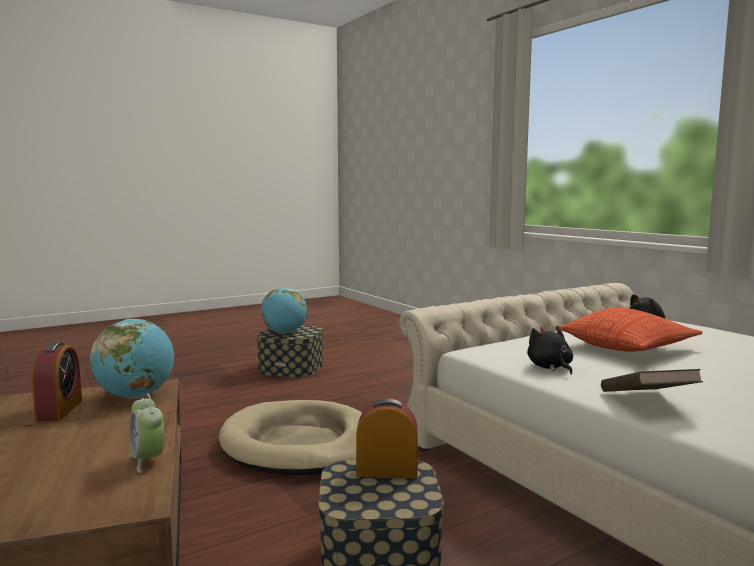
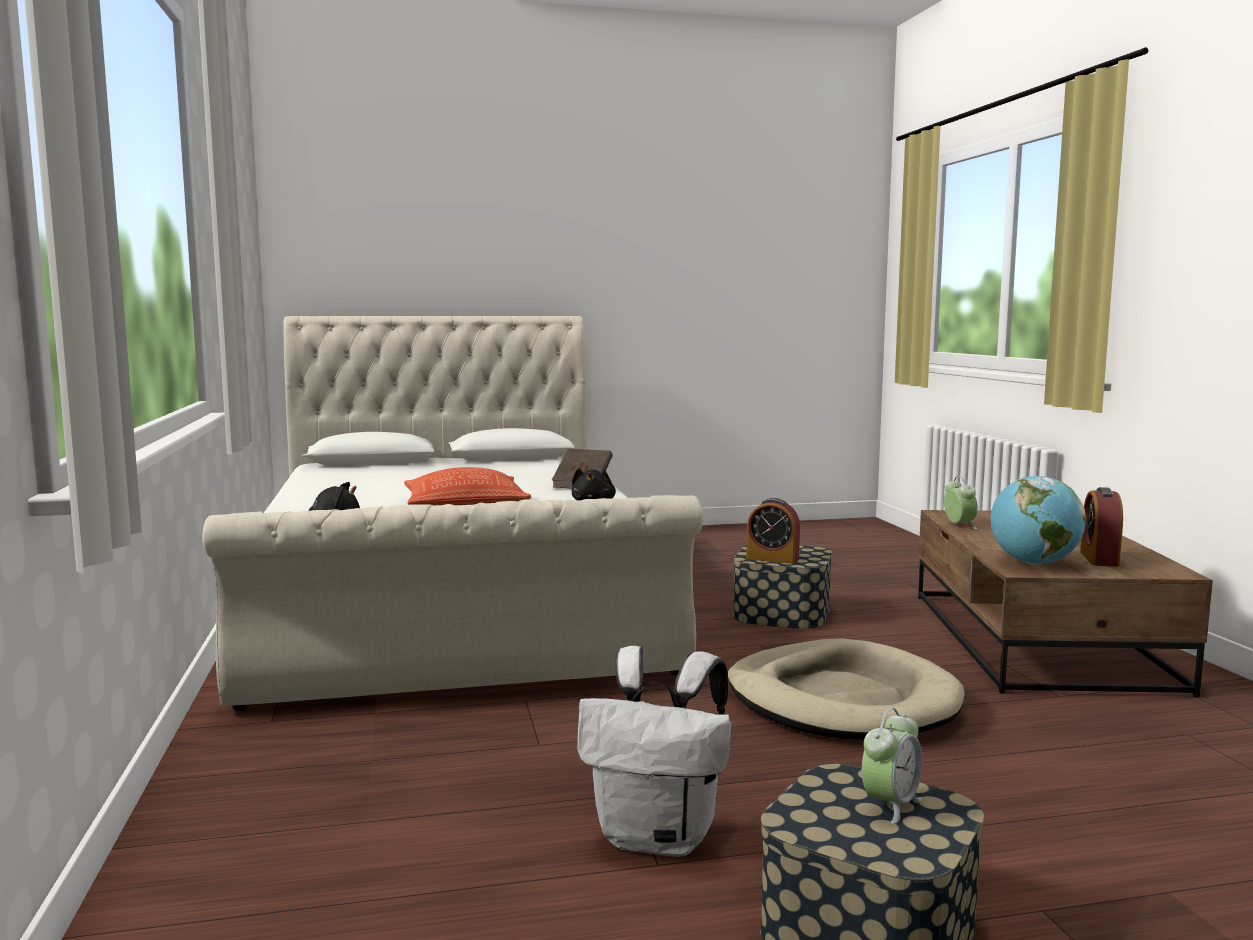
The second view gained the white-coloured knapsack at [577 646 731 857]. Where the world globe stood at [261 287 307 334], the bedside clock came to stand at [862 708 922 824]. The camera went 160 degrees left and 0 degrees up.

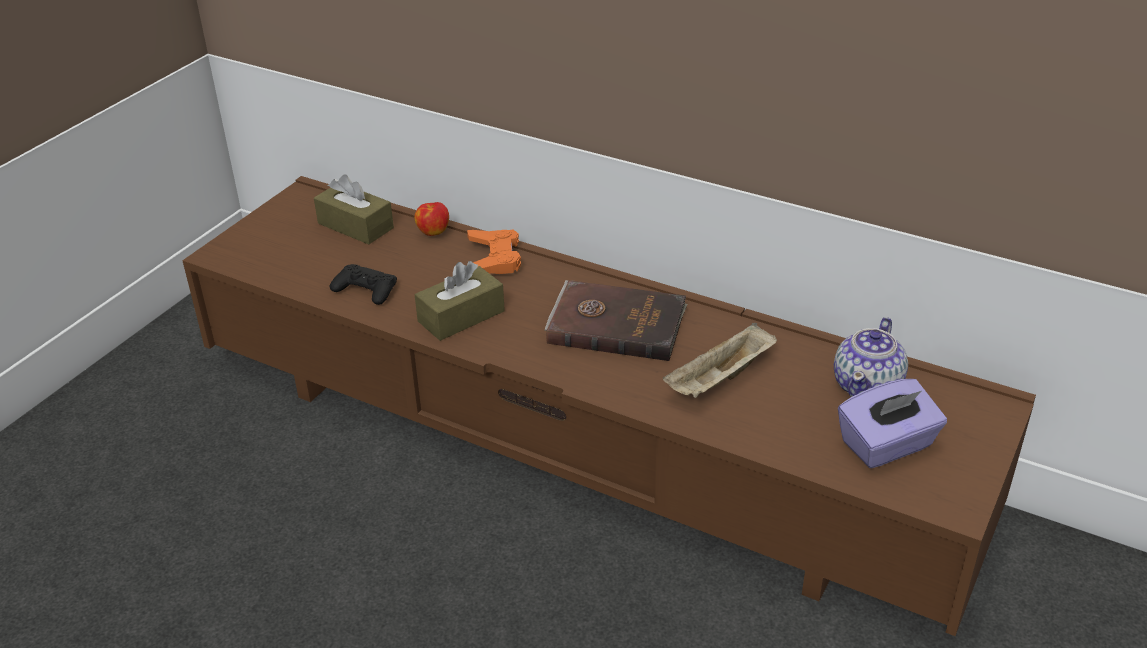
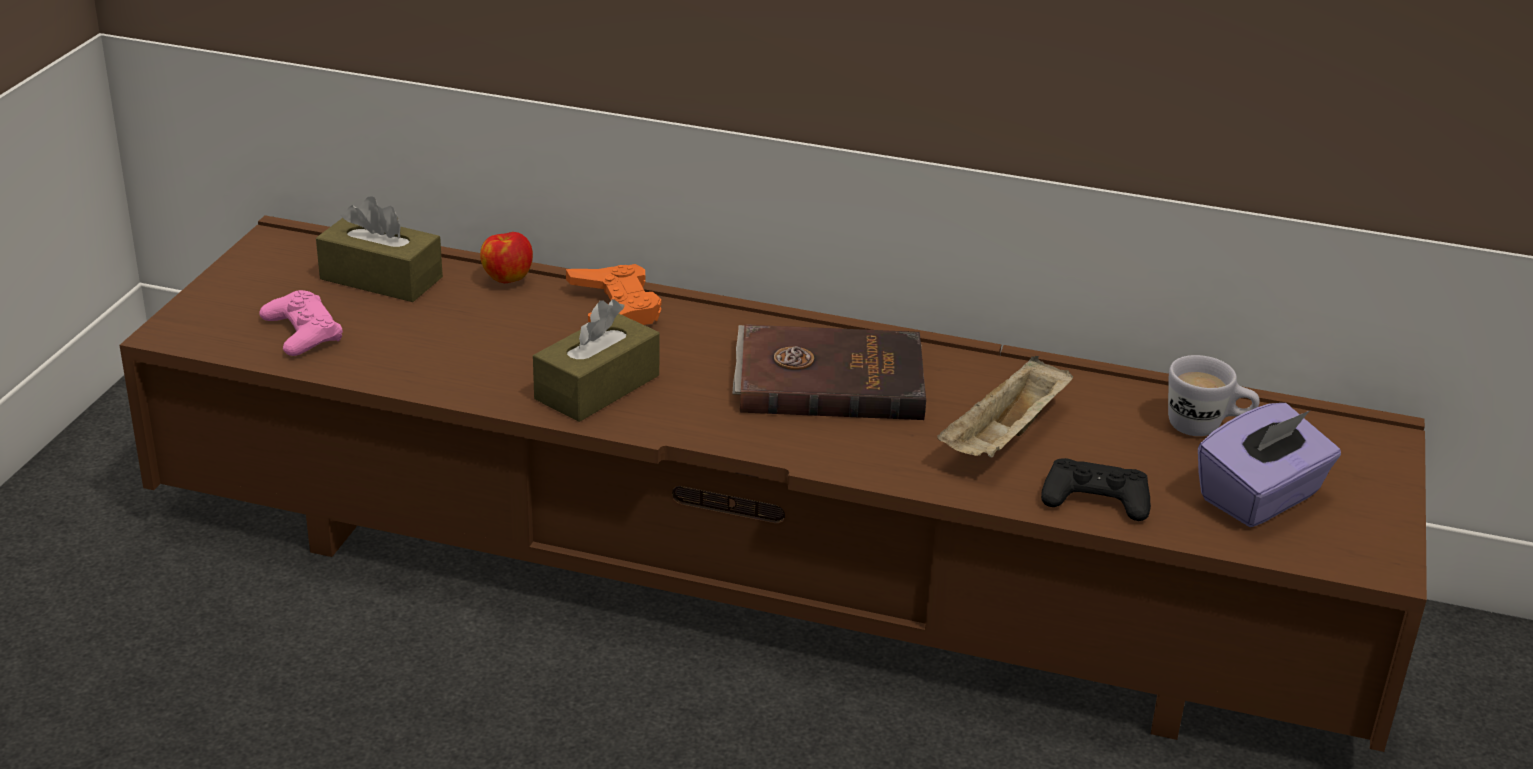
The second view gained the pinkish game controller at [259 290 343 356]. The blackish game controller ended up elsewhere, having gone from [330 264 397 305] to [1041 458 1151 521]. Where the pot for tea stood at [834 317 908 397], the white-coloured tea mug came to stand at [1168 355 1260 436]. The camera went 15 degrees left and 5 degrees down.

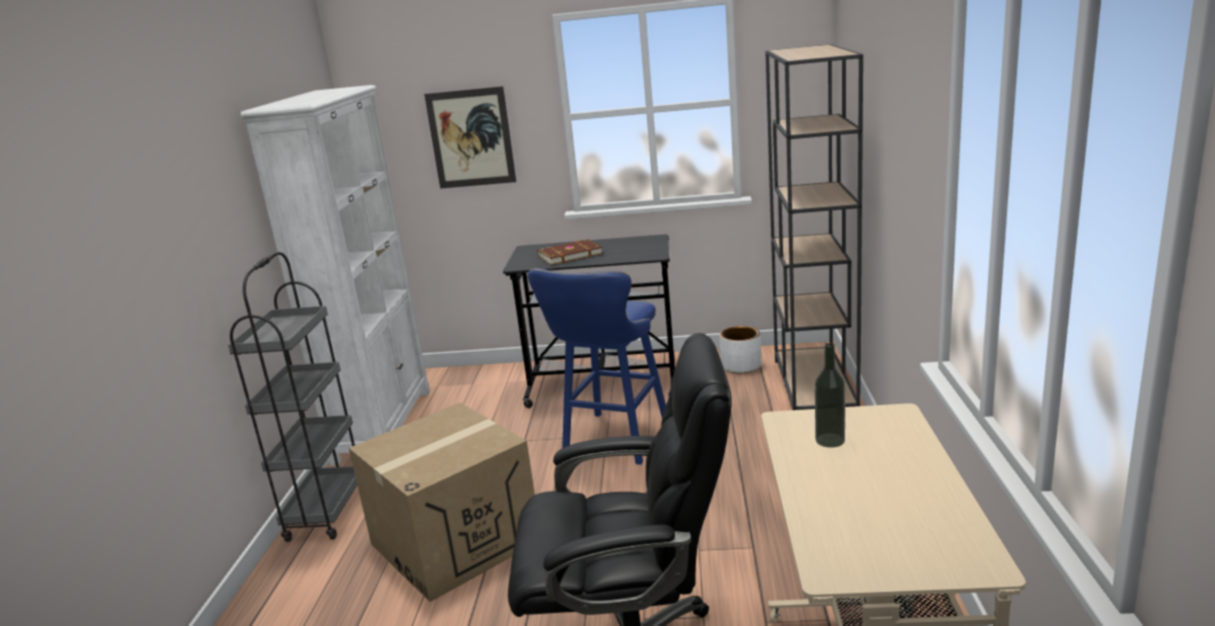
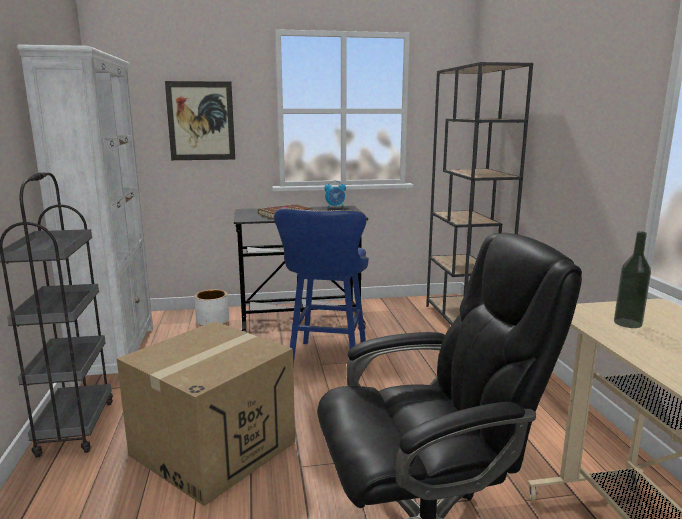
The second view gained the bedside clock at [324 181 346 207]. The white-coloured planter ended up elsewhere, having gone from [719 326 762 373] to [194 289 229 326]. The camera went 15 degrees left and 5 degrees down.

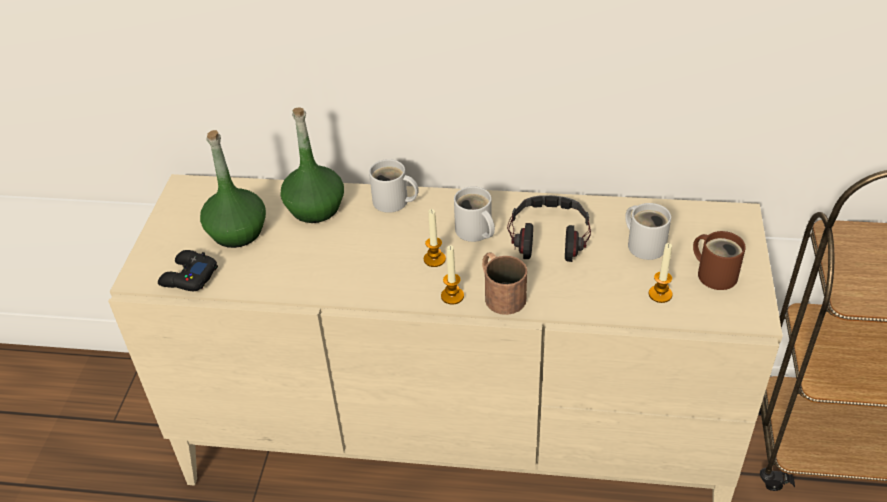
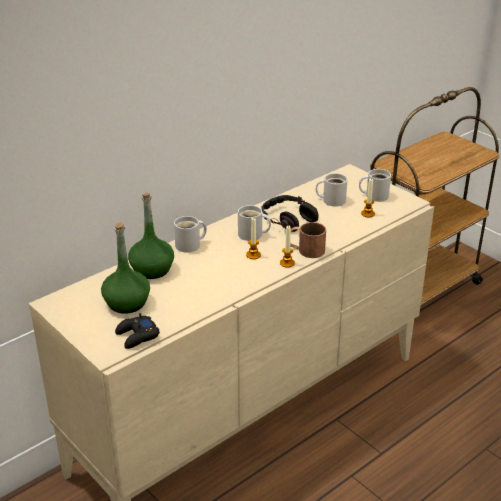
What was the brownish tea mug at [693 231 746 290] turned into the white-coloured tea mug at [359 169 391 202]. The camera went 50 degrees left and 10 degrees down.

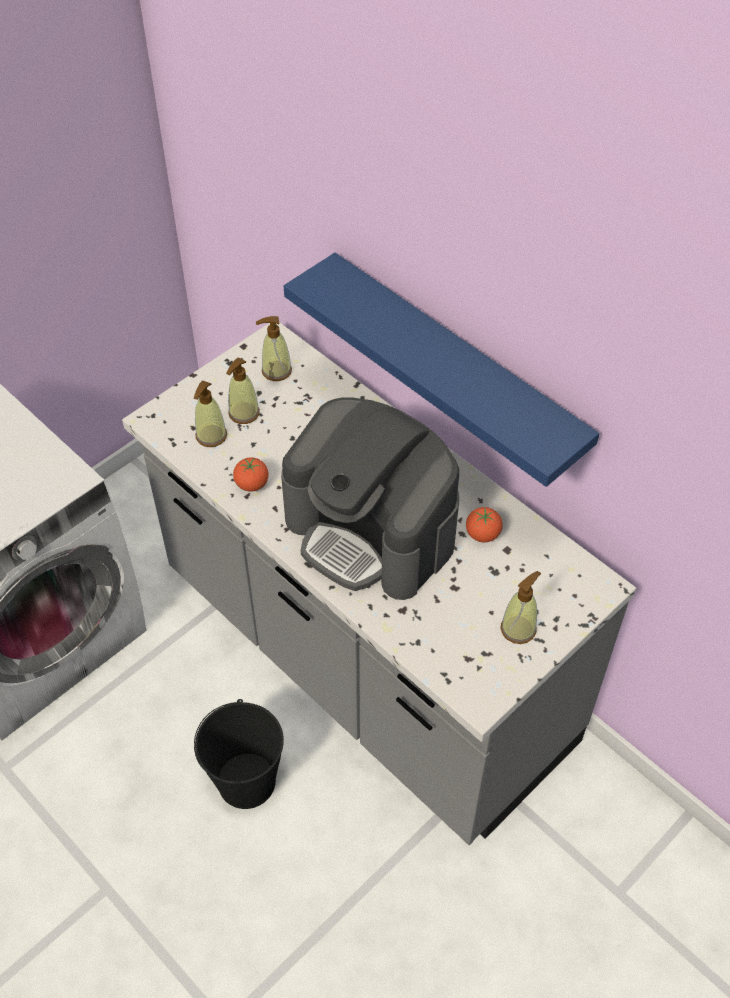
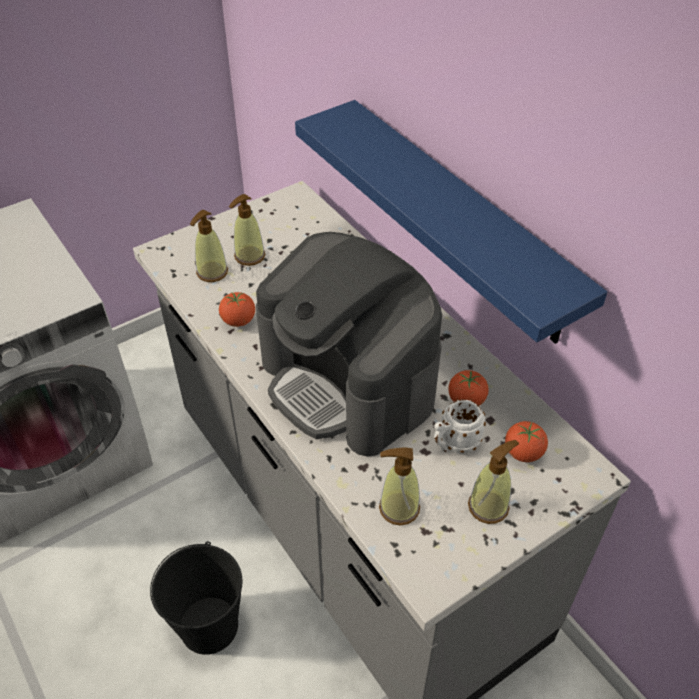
The second view gained the white-coloured tea mug at [434 400 486 454]. The second view gained the whole tomato at [505 421 548 462]. The soap bottle ended up elsewhere, having gone from [256 316 292 381] to [379 448 420 526]. The camera went 10 degrees right and 5 degrees down.

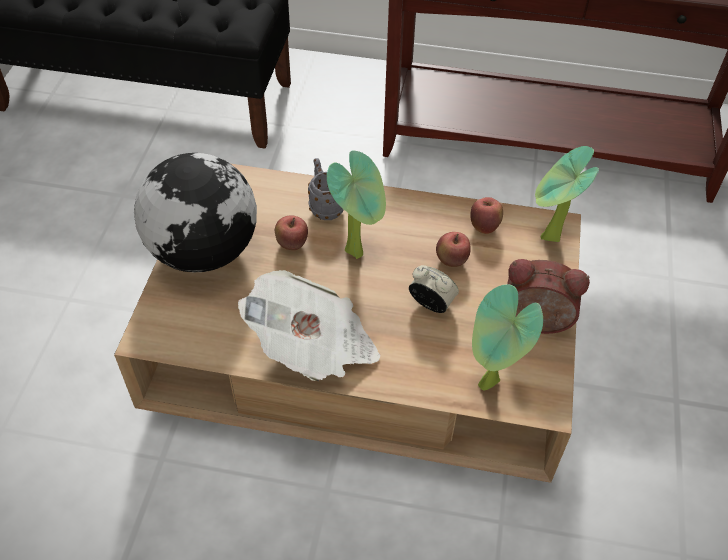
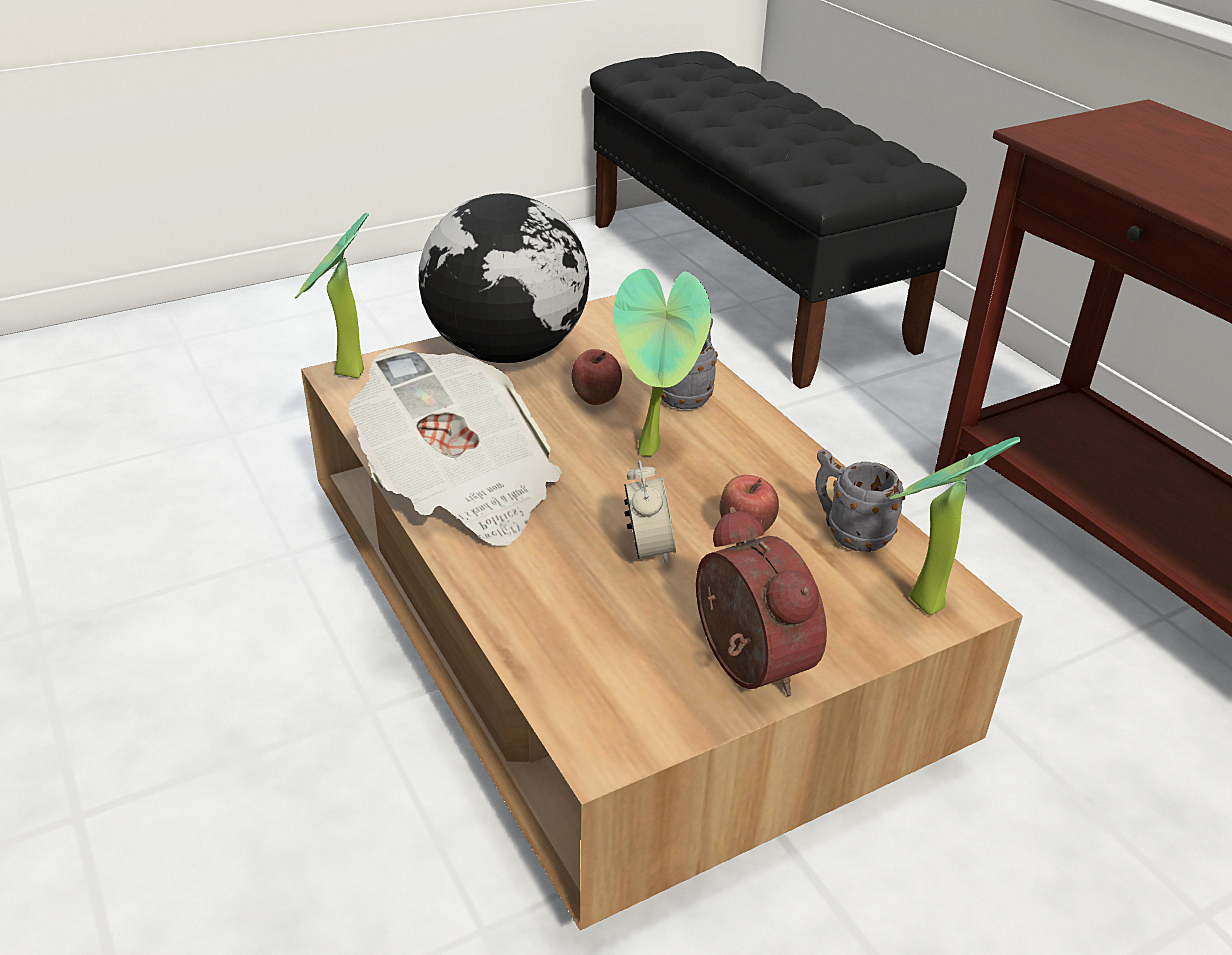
The potted plant ended up elsewhere, having gone from [472 285 543 391] to [295 213 369 378]. Where the whole apple stood at [470 197 503 234], the gray tea mug came to stand at [815 449 905 552]. The camera went 50 degrees right and 15 degrees down.

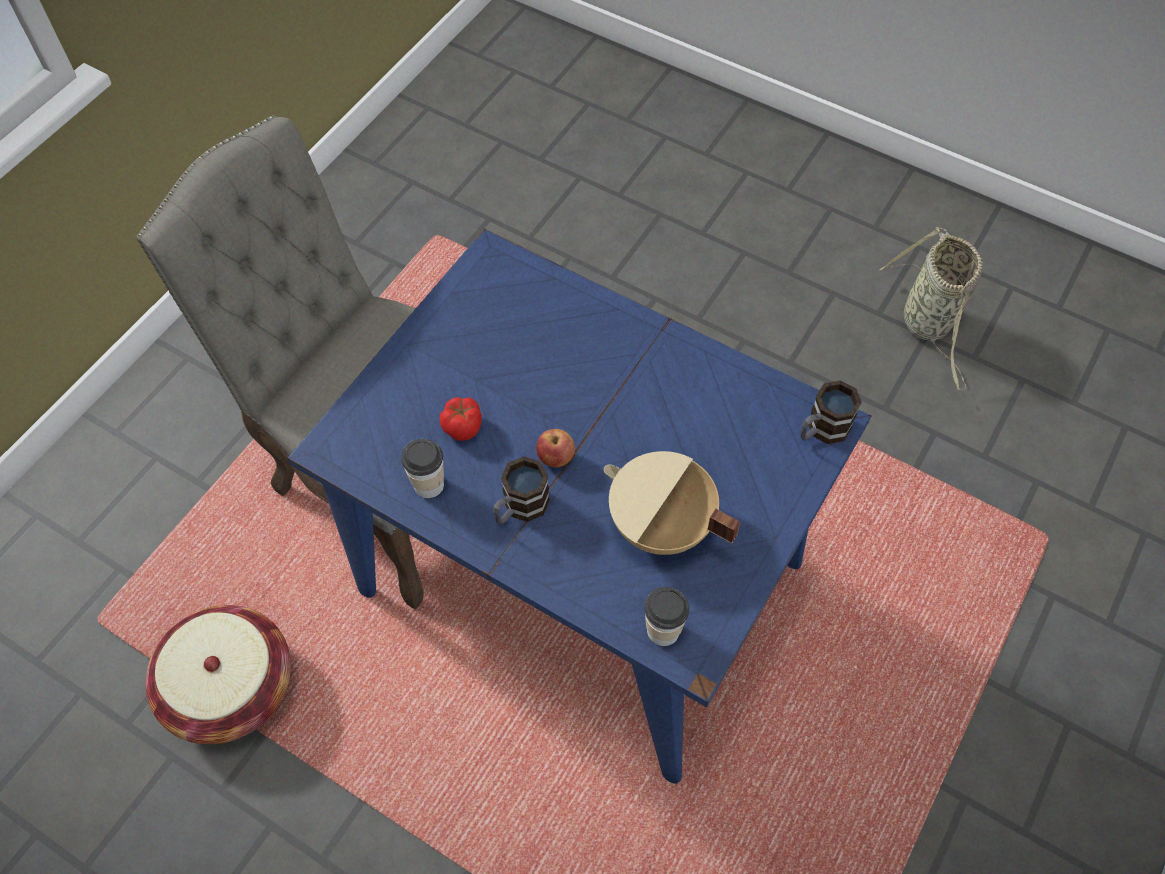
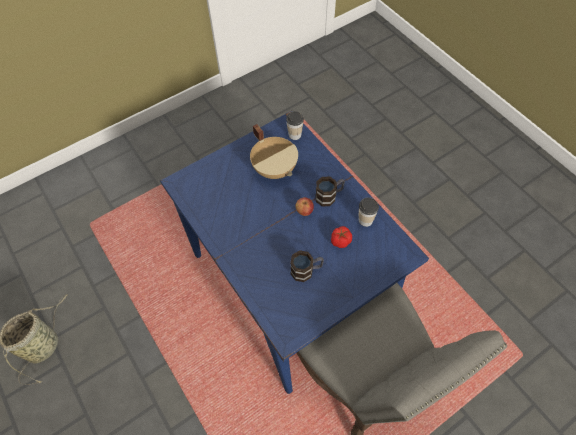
The second view lost the basket at [145 605 291 744]. The tea mug ended up elsewhere, having gone from [800 380 862 444] to [290 250 324 282]. The camera went 155 degrees left and 0 degrees up.

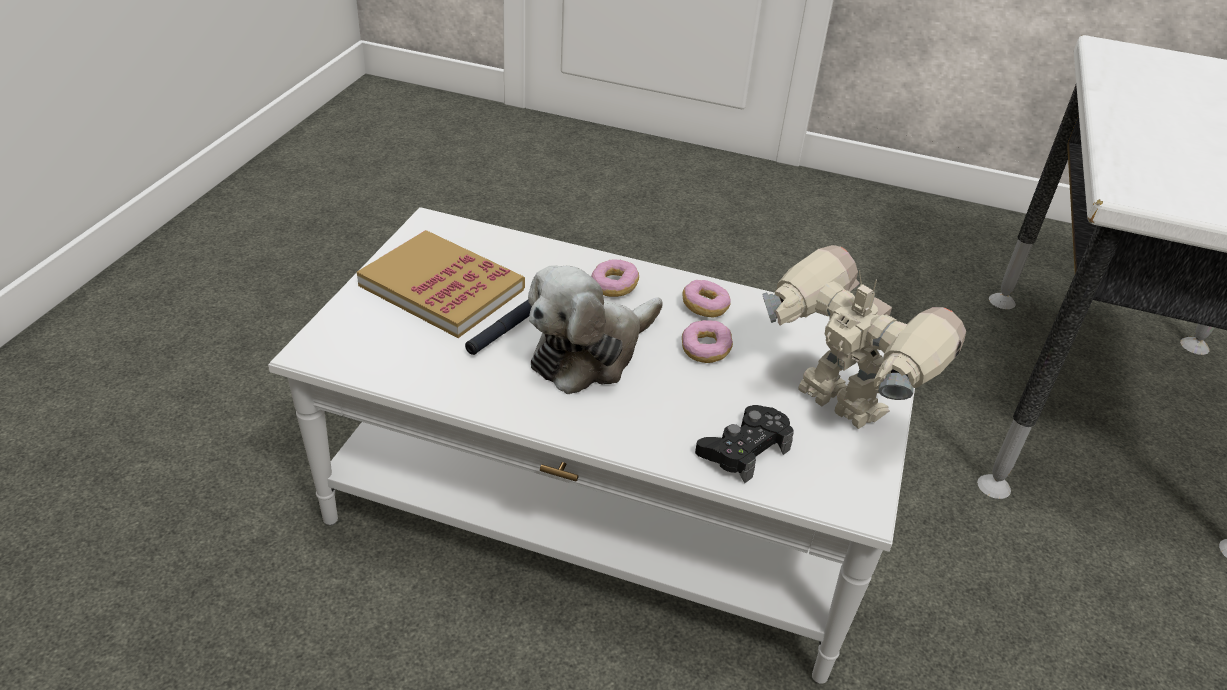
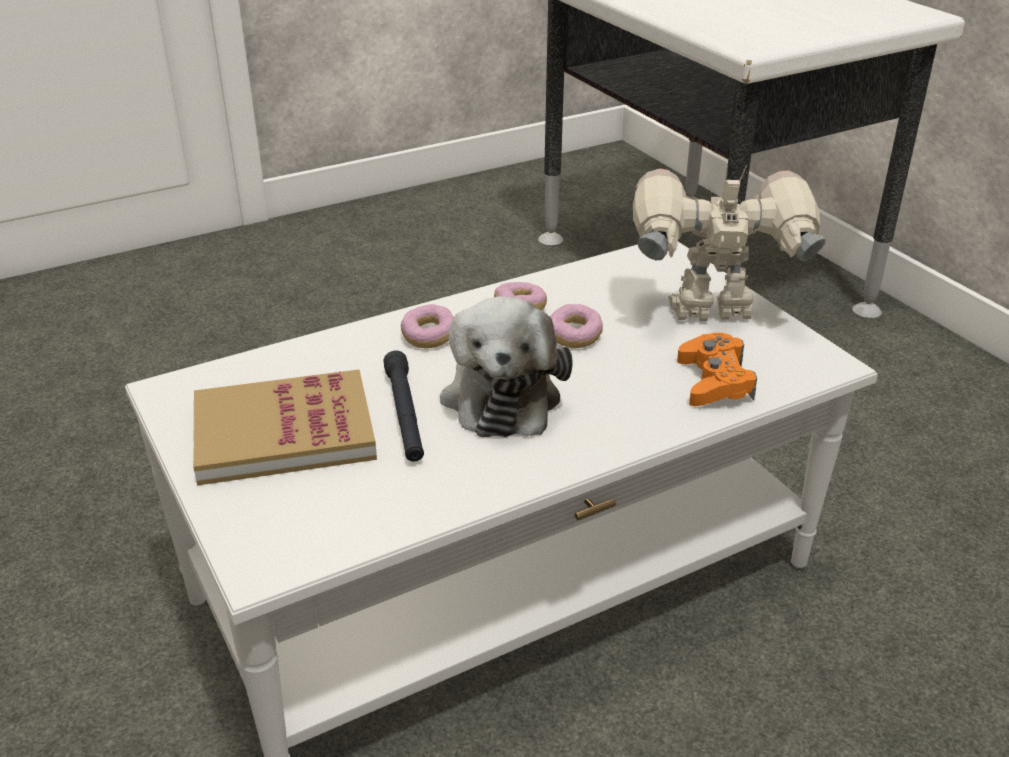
What was the blackish game controller at [695 405 794 483] turned into the orange-coloured game controller at [677 333 757 406]. The camera went 45 degrees left and 5 degrees down.

